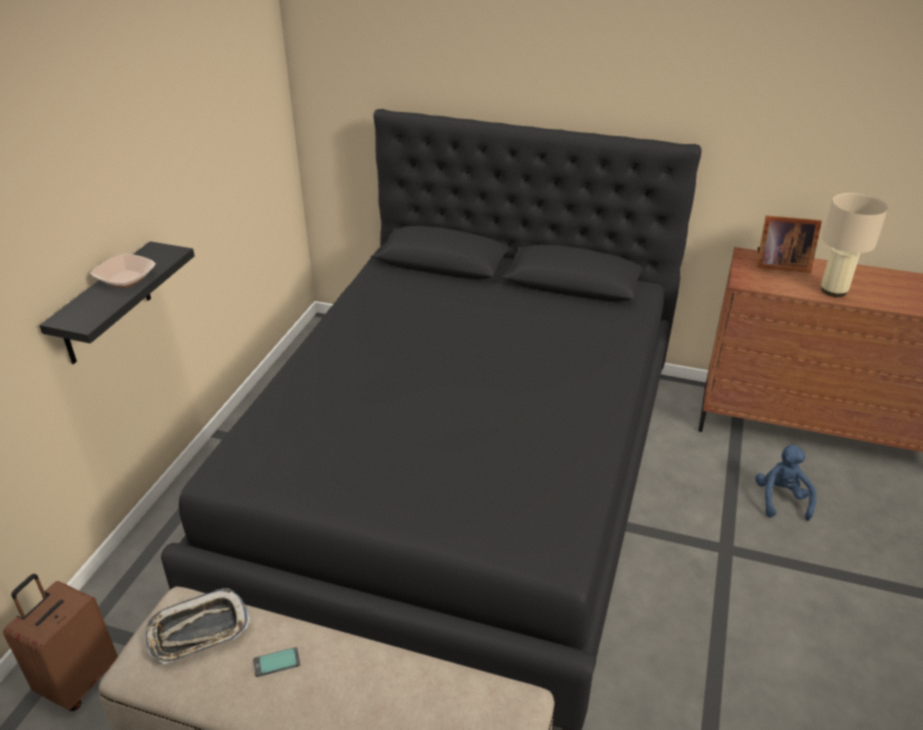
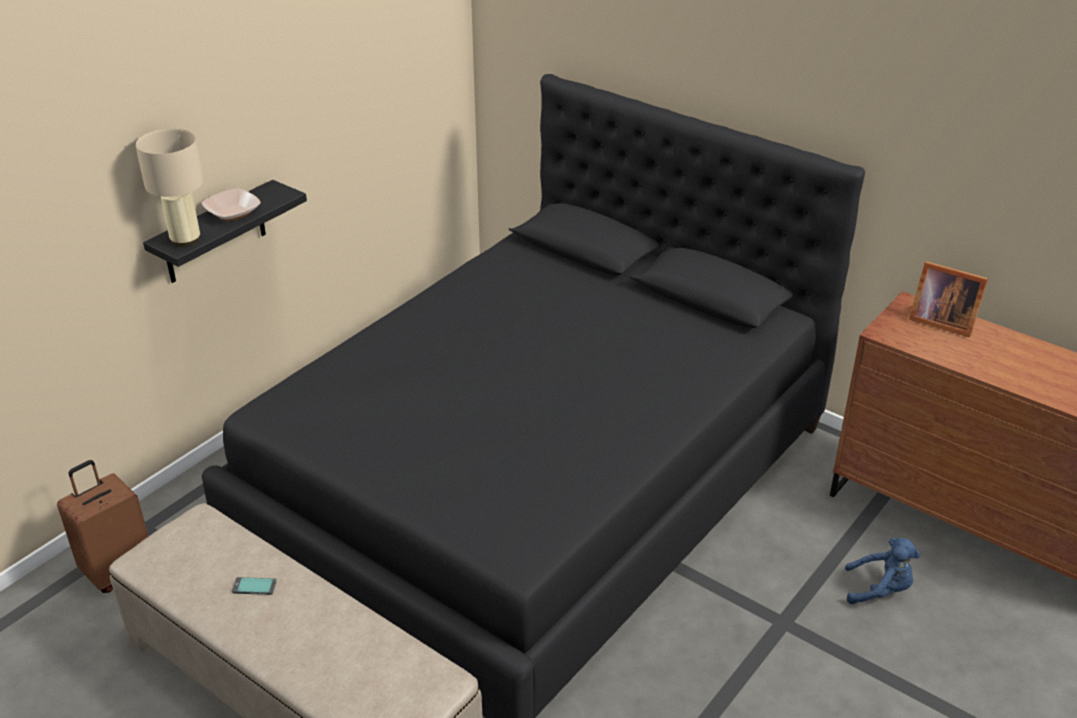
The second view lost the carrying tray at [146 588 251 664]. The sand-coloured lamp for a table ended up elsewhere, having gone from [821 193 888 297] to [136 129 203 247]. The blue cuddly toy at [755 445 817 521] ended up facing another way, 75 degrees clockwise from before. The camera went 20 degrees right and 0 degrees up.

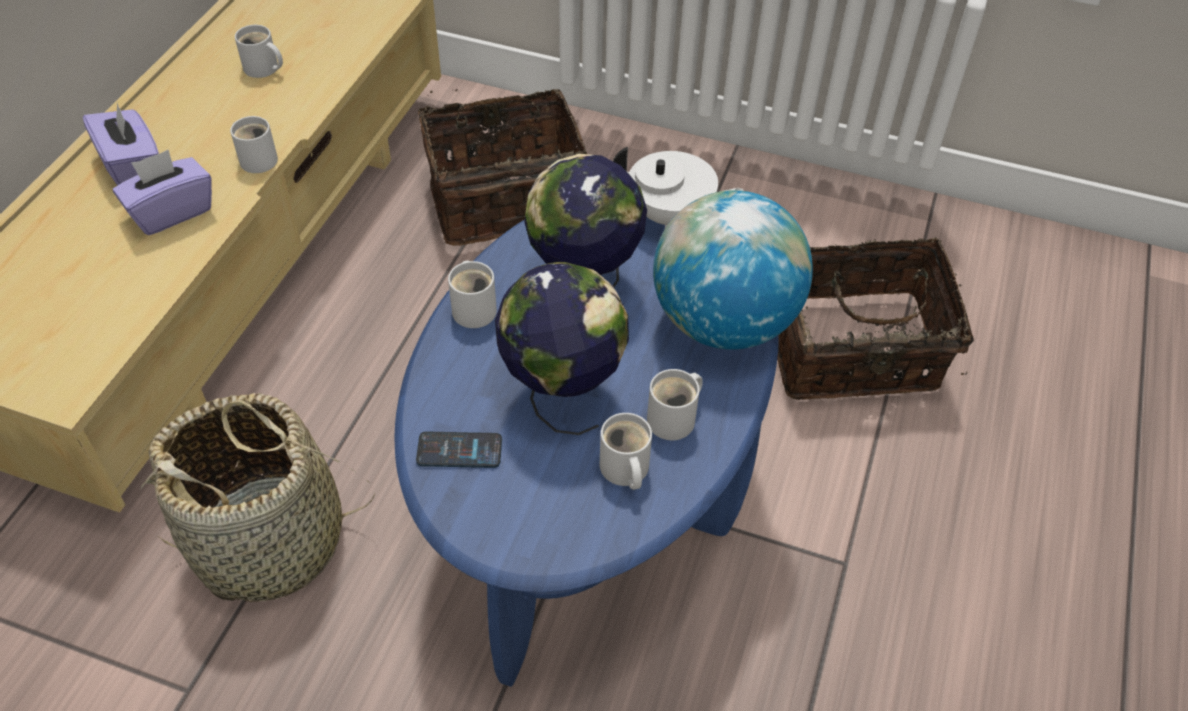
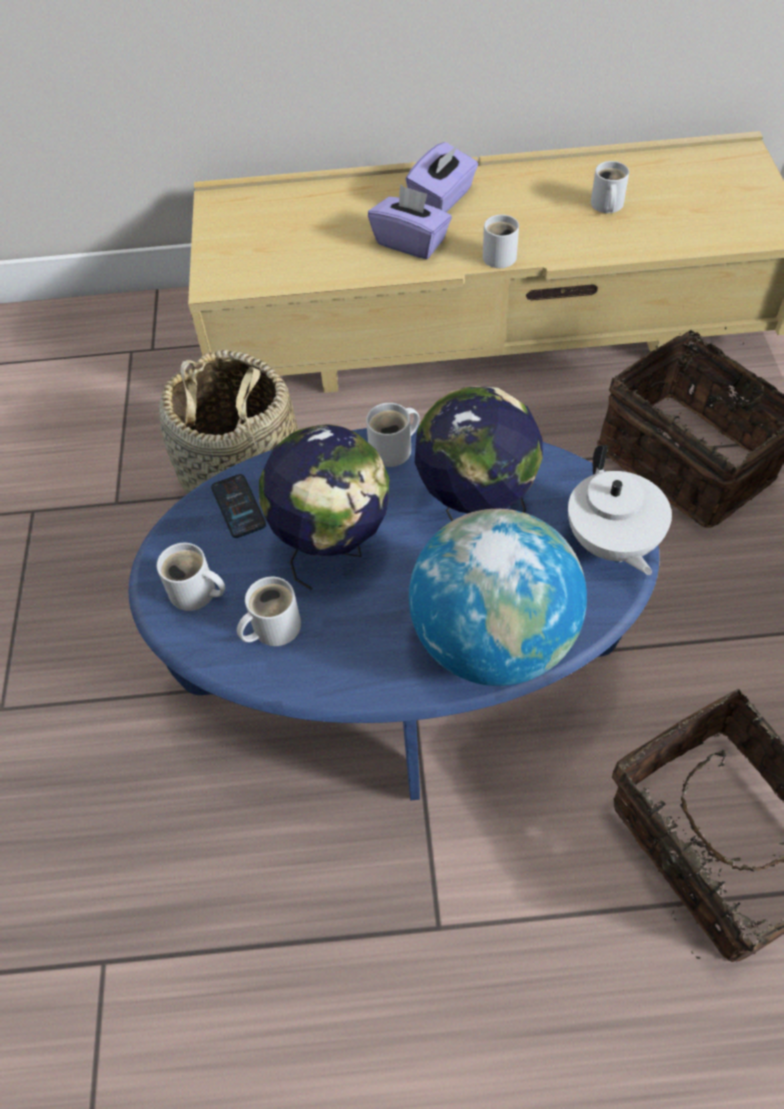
The white-coloured tea mug ended up elsewhere, having gone from [647 369 703 440] to [157 543 225 611]. The camera went 70 degrees right and 5 degrees up.

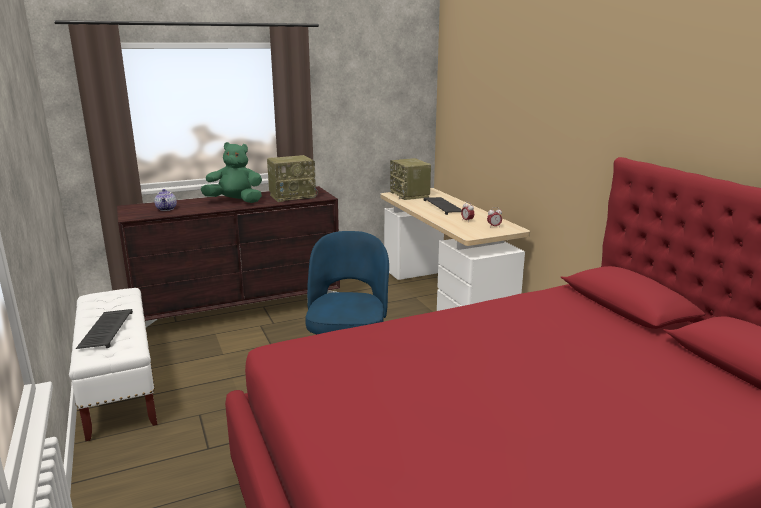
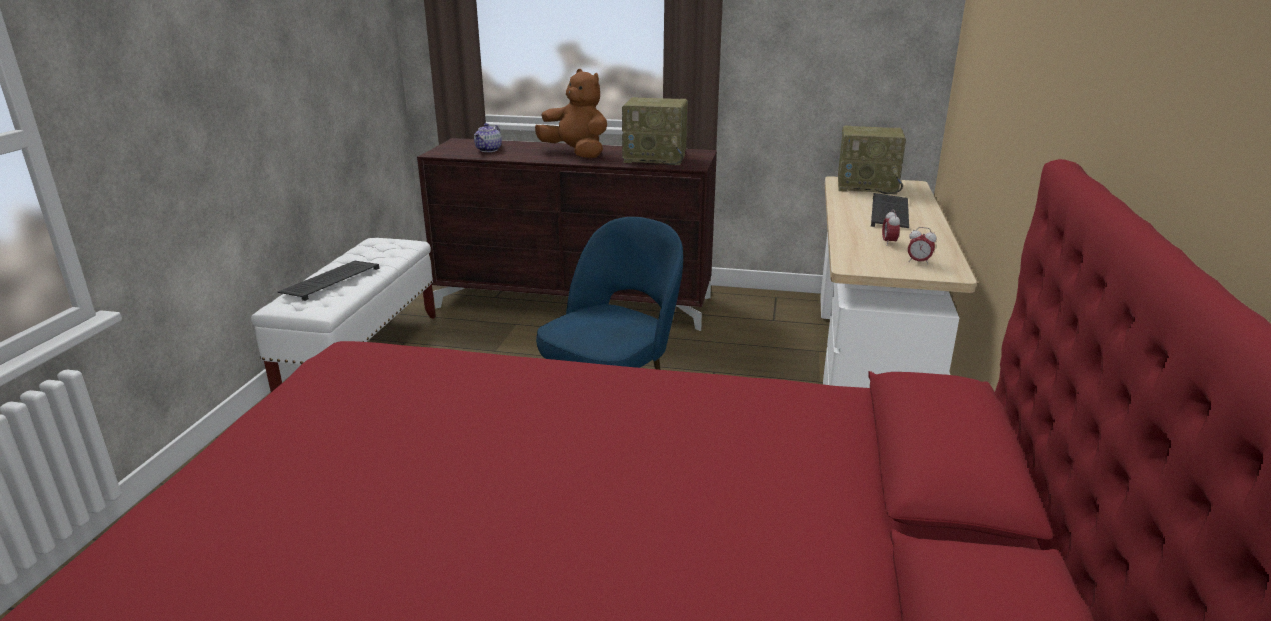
What was the greenish cuddly toy at [200 142 262 203] turned into the brownish cuddly toy at [535 69 607 158]. The radio set at [390 158 431 200] ended up facing another way, 90 degrees counterclockwise from before. The camera went 35 degrees right and 5 degrees up.

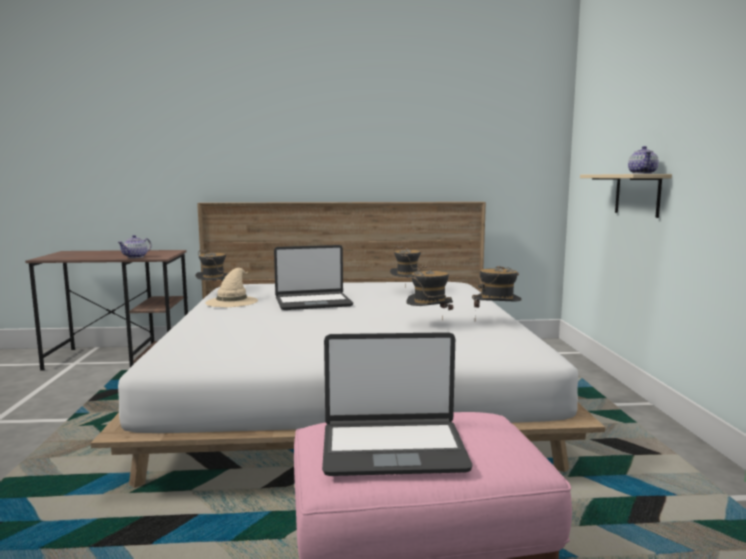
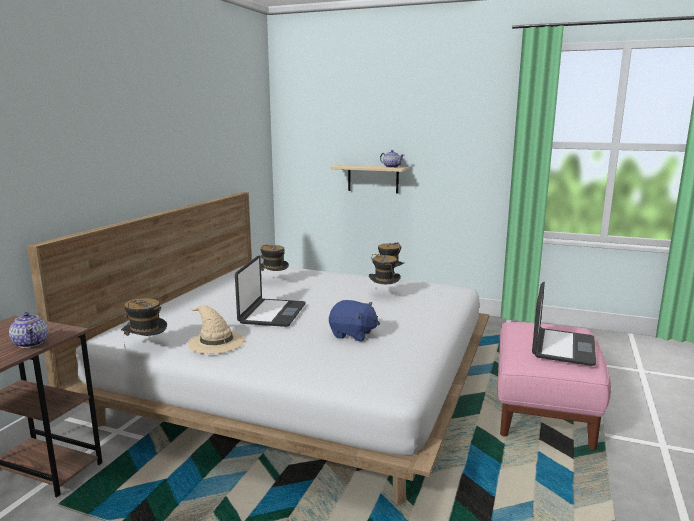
The second view gained the blue cuddly toy at [329 300 380 341]. The camera went 65 degrees left and 5 degrees up.

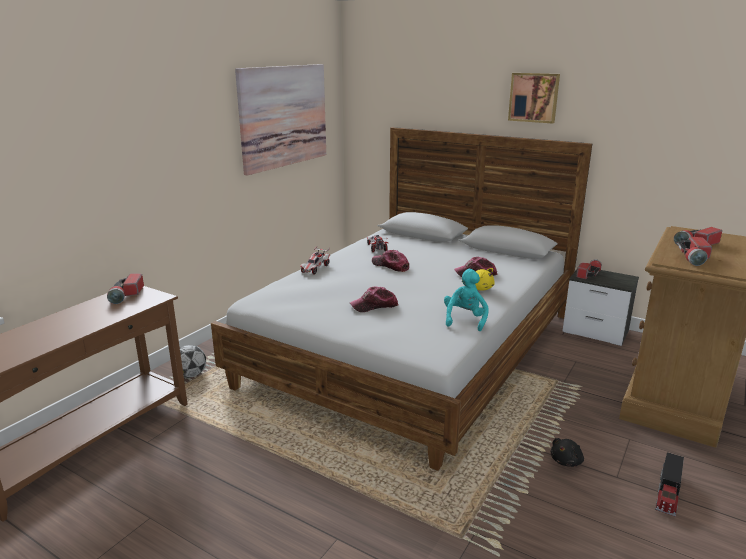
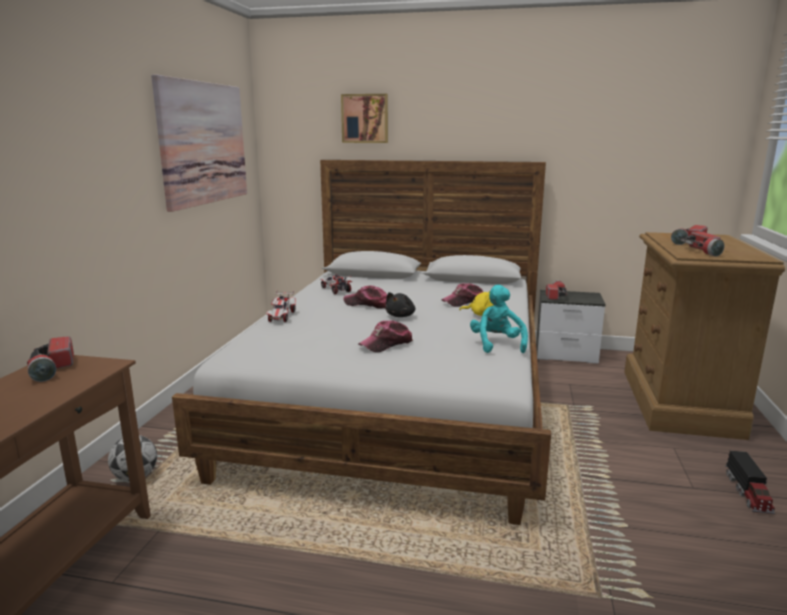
The wall picture ended up elsewhere, having gone from [508 73 560 124] to [341 94 388 143]. The blackish cuddly toy ended up elsewhere, having gone from [550 438 584 467] to [385 292 415 317]. The camera went 20 degrees left and 5 degrees down.

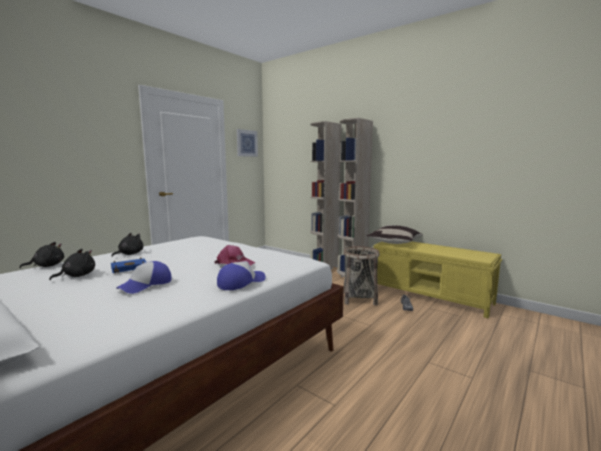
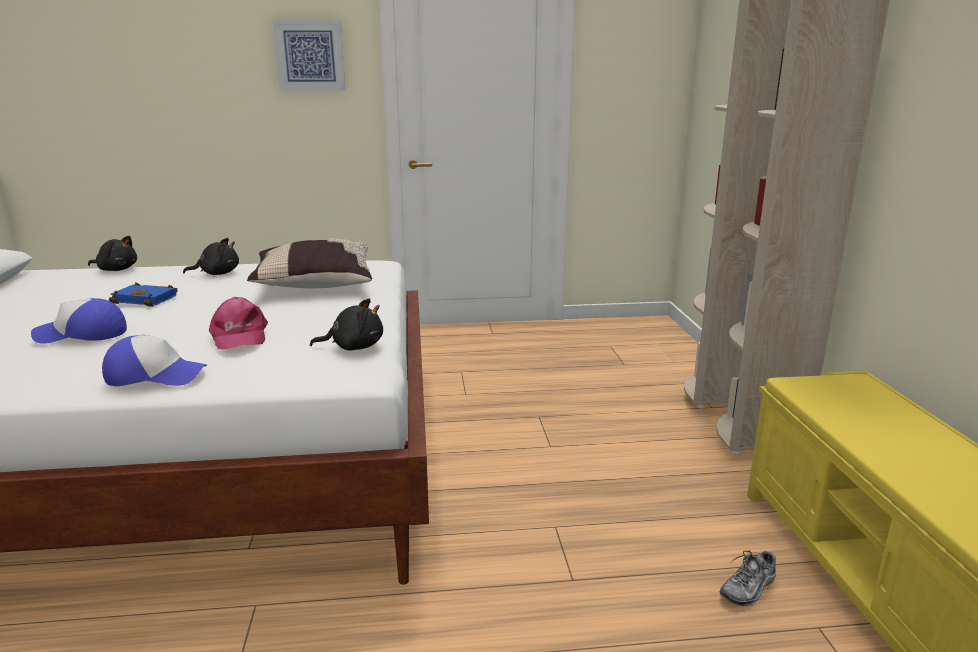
The second view lost the basket at [343 246 380 306]. The blackish cuddly toy ended up elsewhere, having gone from [49 249 95 280] to [310 298 383 351]. The wall picture ended up elsewhere, having gone from [237 129 258 157] to [272 20 345 91]. The pillow ended up elsewhere, having gone from [367 225 423 244] to [247 238 372 288]. The camera went 45 degrees right and 10 degrees up.

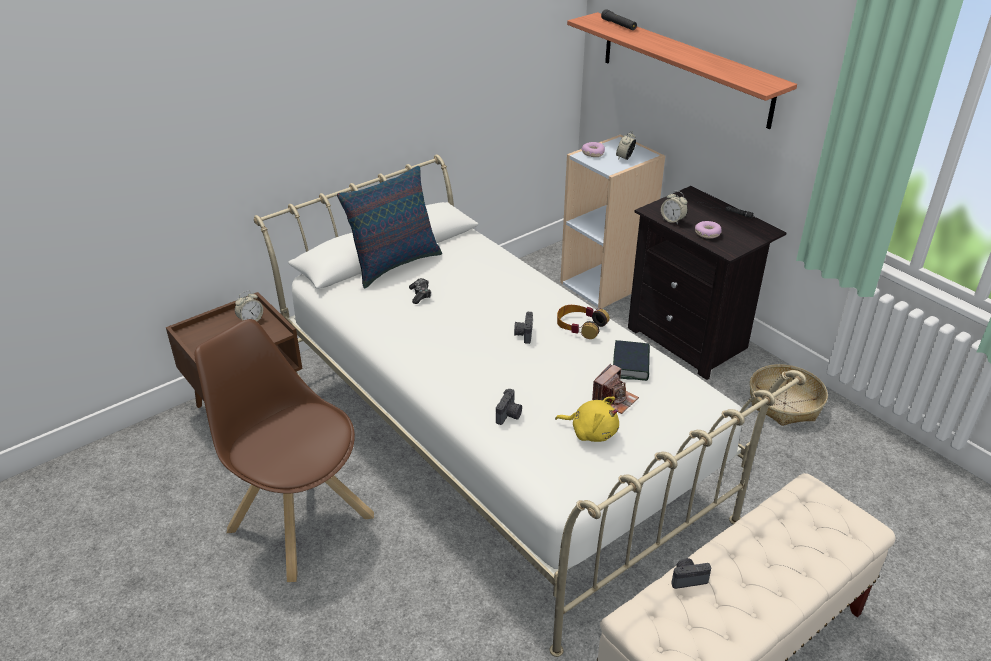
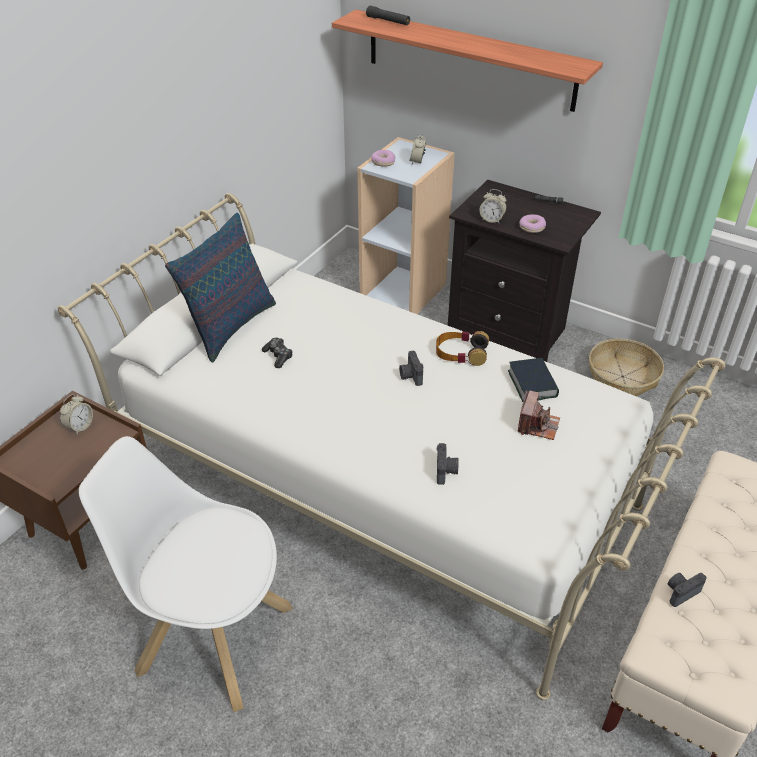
The second view lost the yellowish cuddly toy at [555 397 619 442]. What was the brownish upright chair at [195 319 374 582] turned into the white-coloured upright chair at [79 436 293 712]. The camera went 20 degrees left and 5 degrees up.

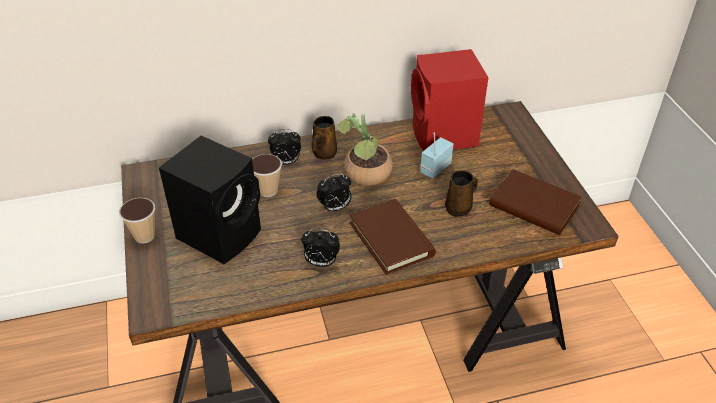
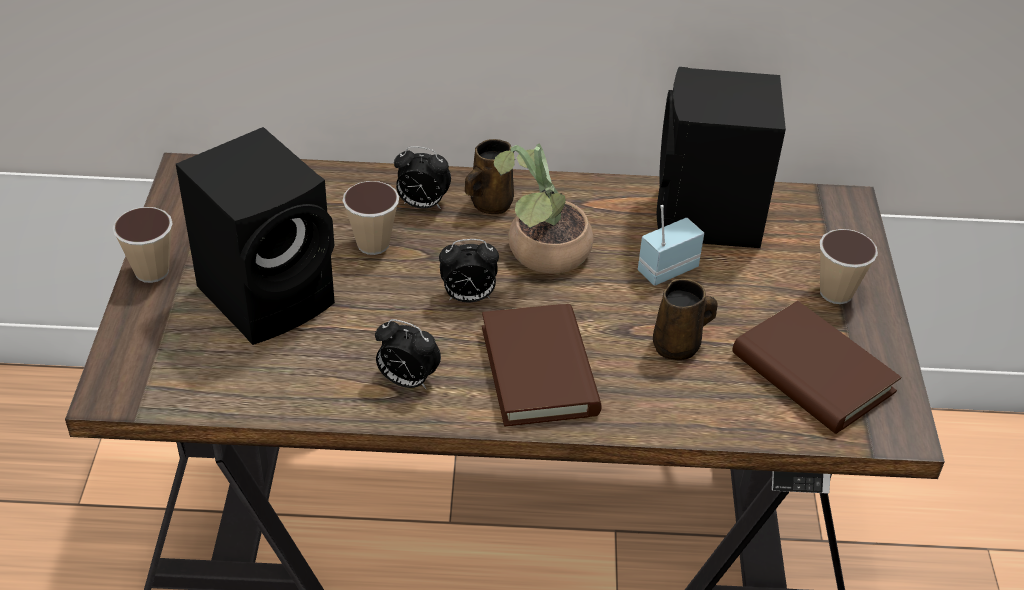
The second view gained the small cup at [820 229 878 304]. What was the reddish speaker at [411 49 488 151] turned into the blackish speaker at [656 67 786 248]. The camera went 15 degrees right and 0 degrees up.

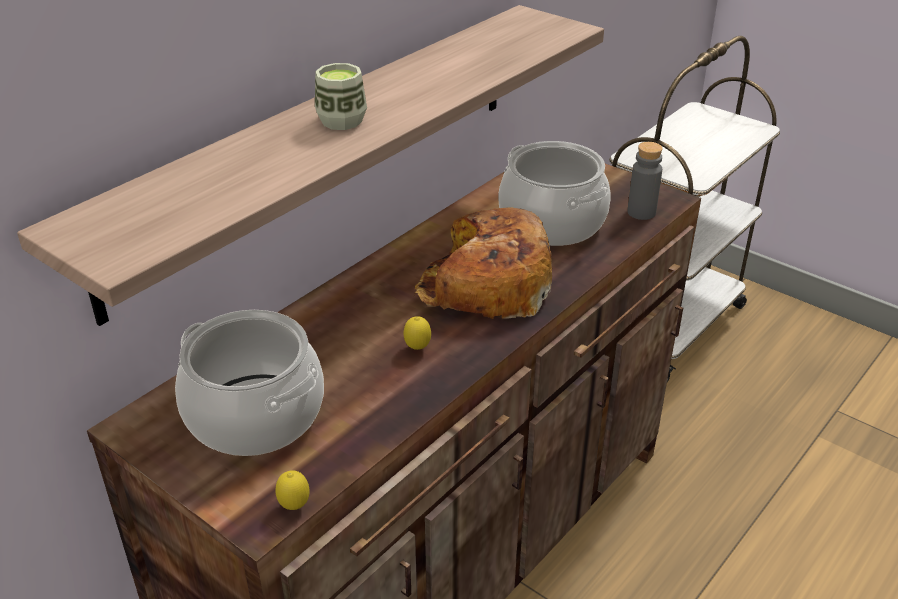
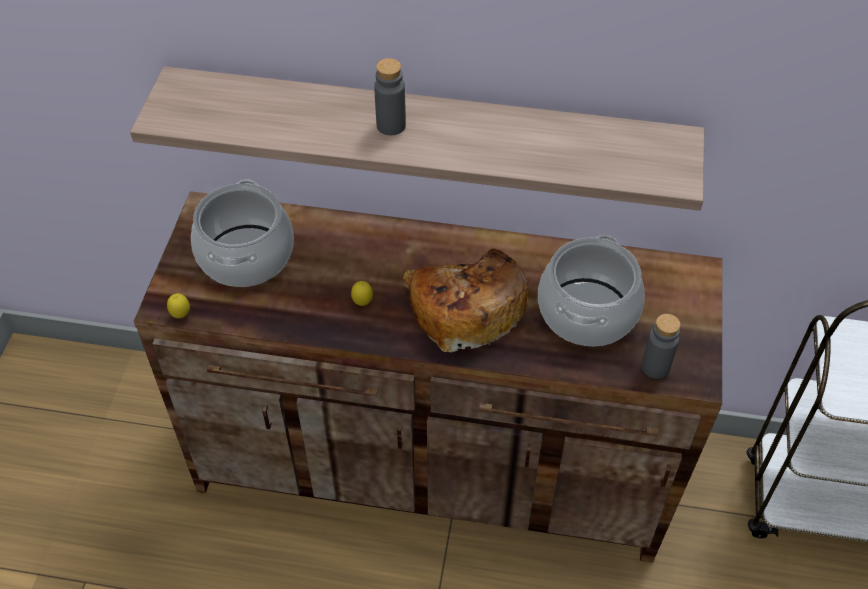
Where the small cup stood at [315 63 367 130], the gray bottle came to stand at [374 58 406 135]. The camera went 60 degrees right and 15 degrees up.

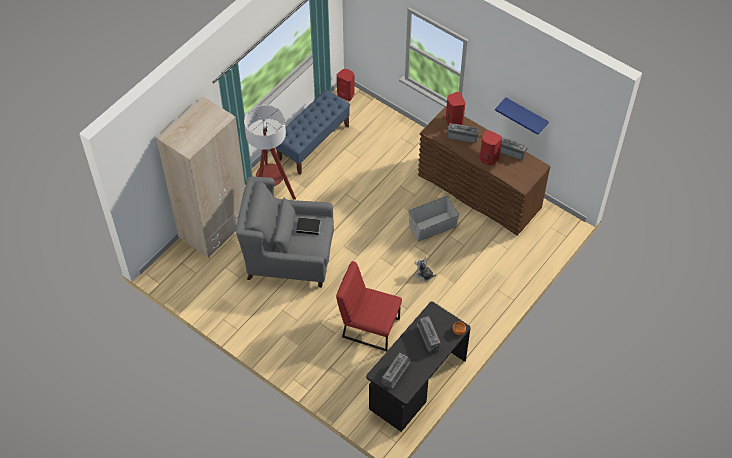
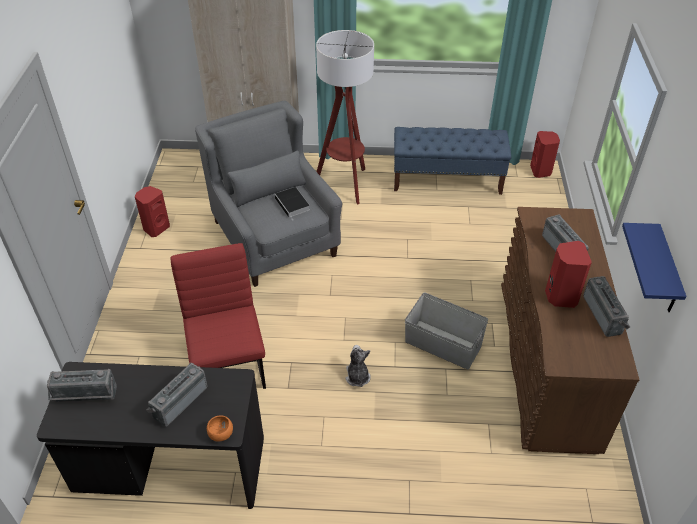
The reddish speaker ended up elsewhere, having gone from [446 92 465 125] to [135 186 170 237]. The camera went 55 degrees right and 10 degrees down.

